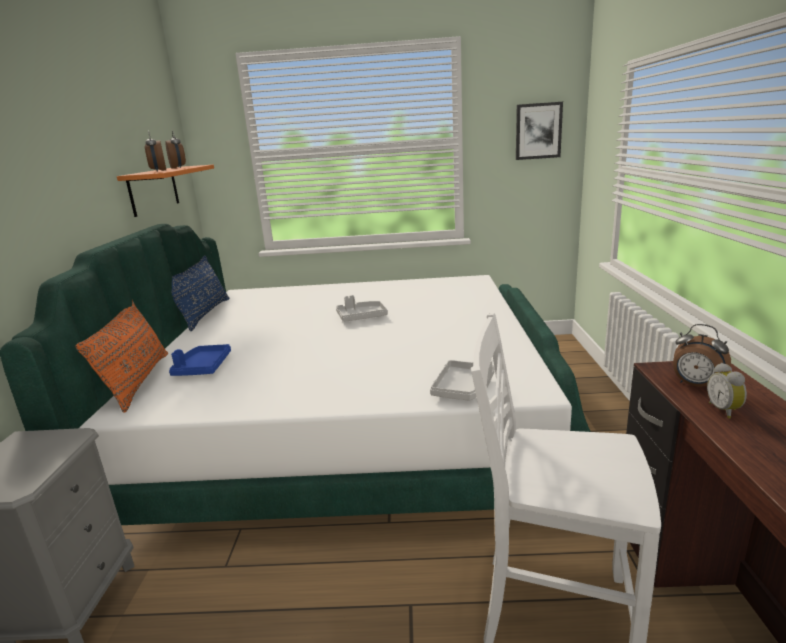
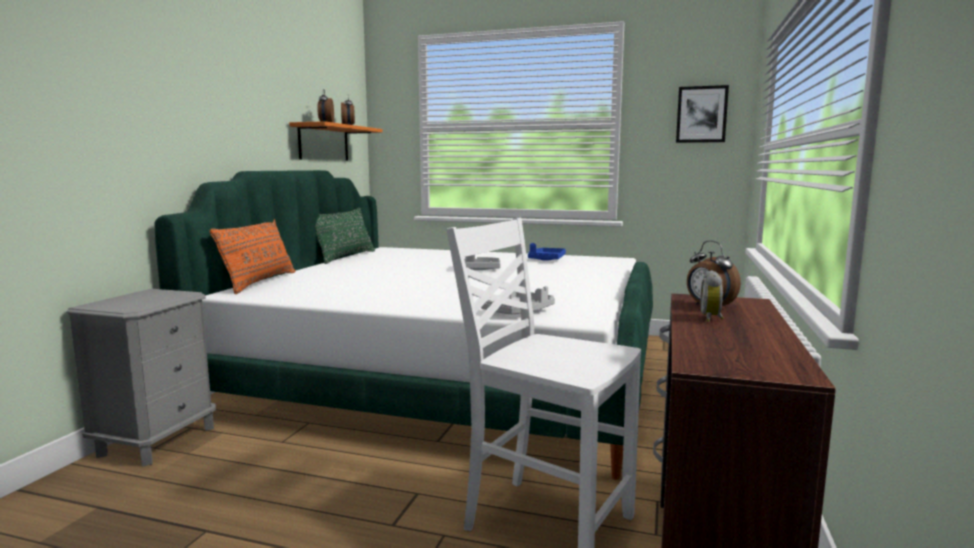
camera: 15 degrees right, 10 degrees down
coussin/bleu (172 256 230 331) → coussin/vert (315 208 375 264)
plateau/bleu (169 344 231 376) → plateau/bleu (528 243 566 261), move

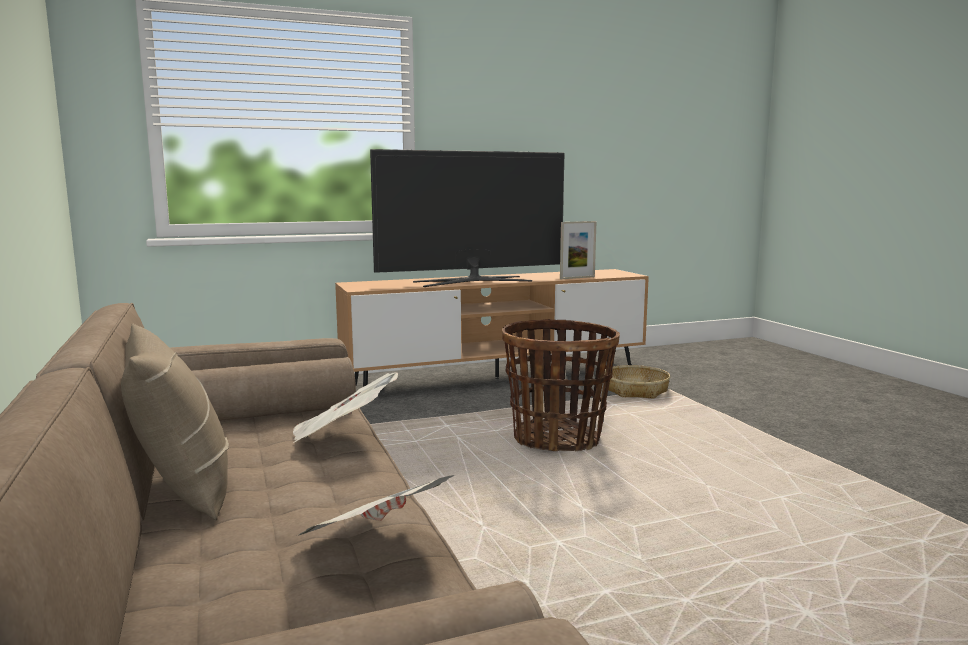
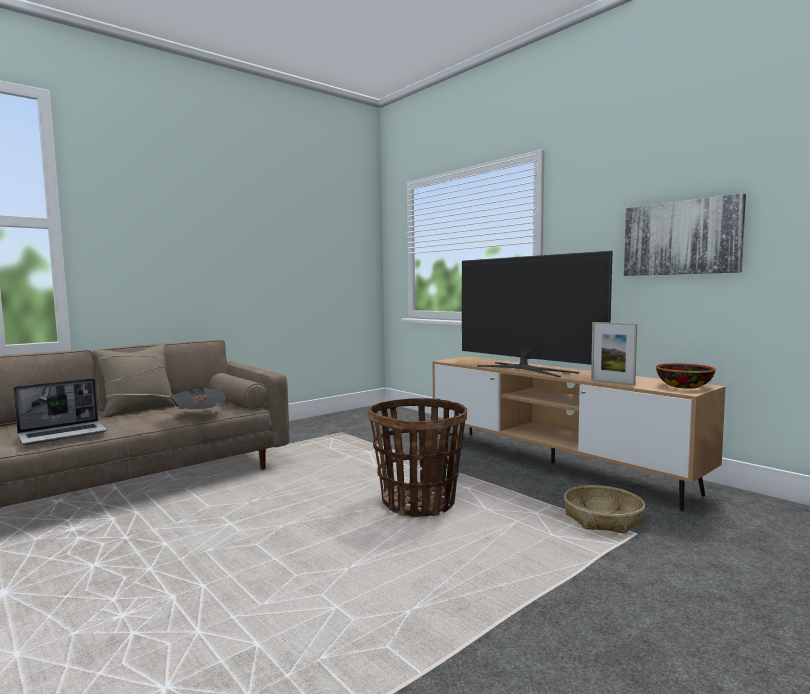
camera: 70 degrees right, 5 degrees down
journal (298 475 454 536) → ordinateur portable (13 378 107 445)
- → tableau (624 193 746 276)
- → bol (656 363 716 389)

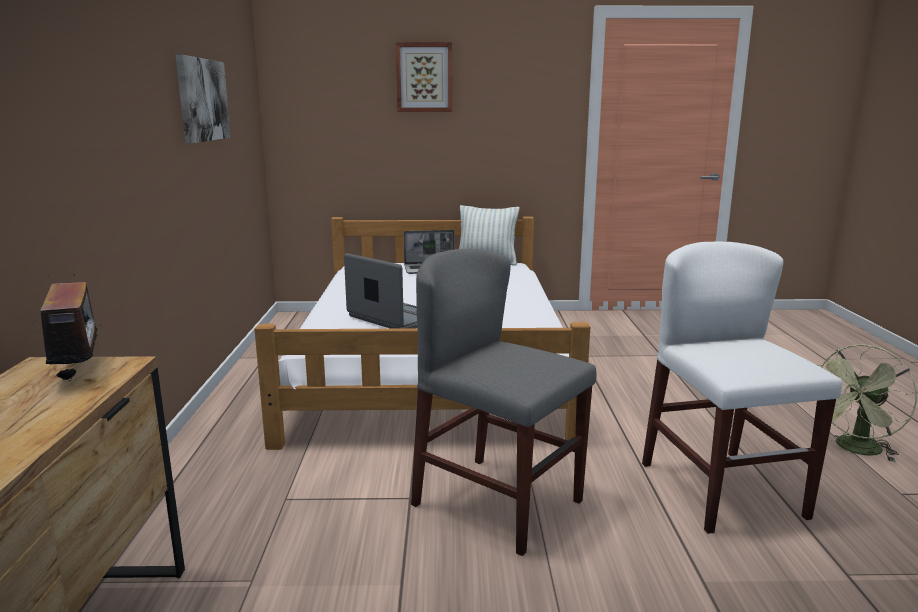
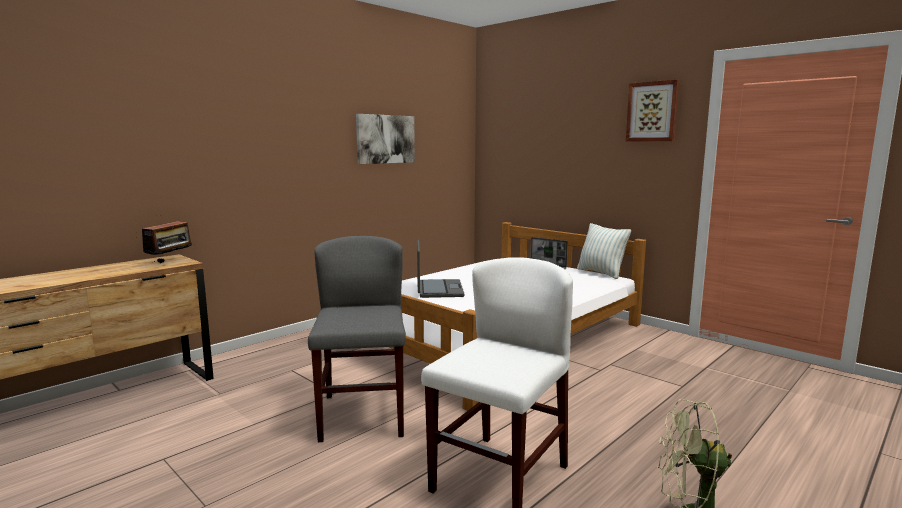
camera: 45 degrees right, 5 degrees down
tableau (396 42 452 112) → tableau (626 80 679 141), move

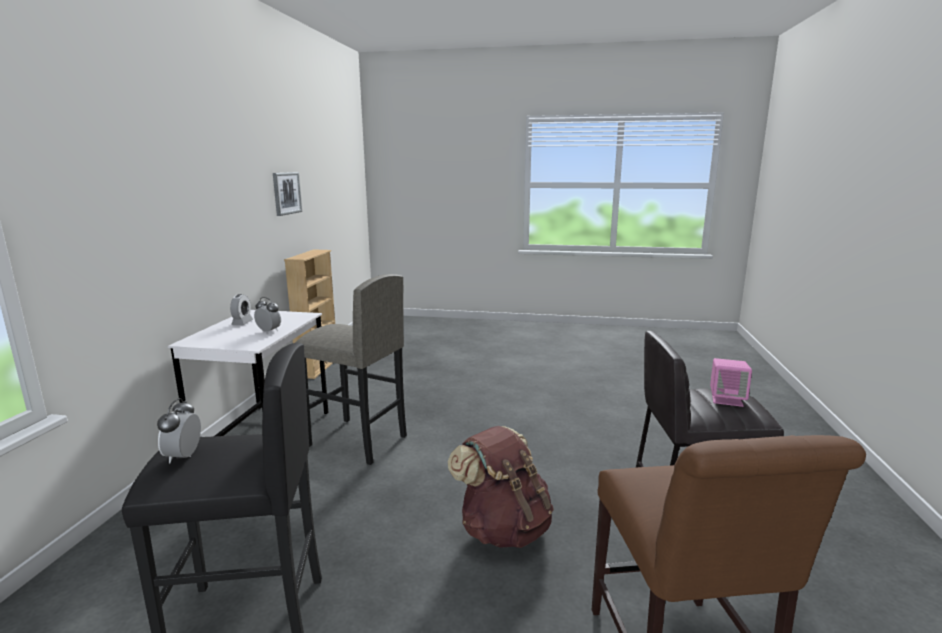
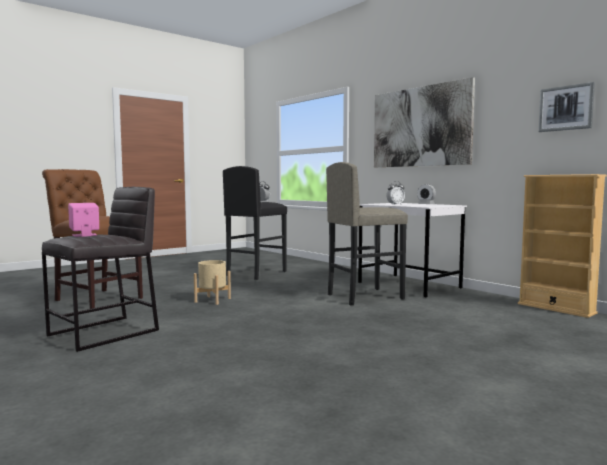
camera: 130 degrees right, 10 degrees down
sac à dos/marron (448 426 554 548) → cache-pot/beige (194 260 231 305)
- → tableau (374 77 475 167)

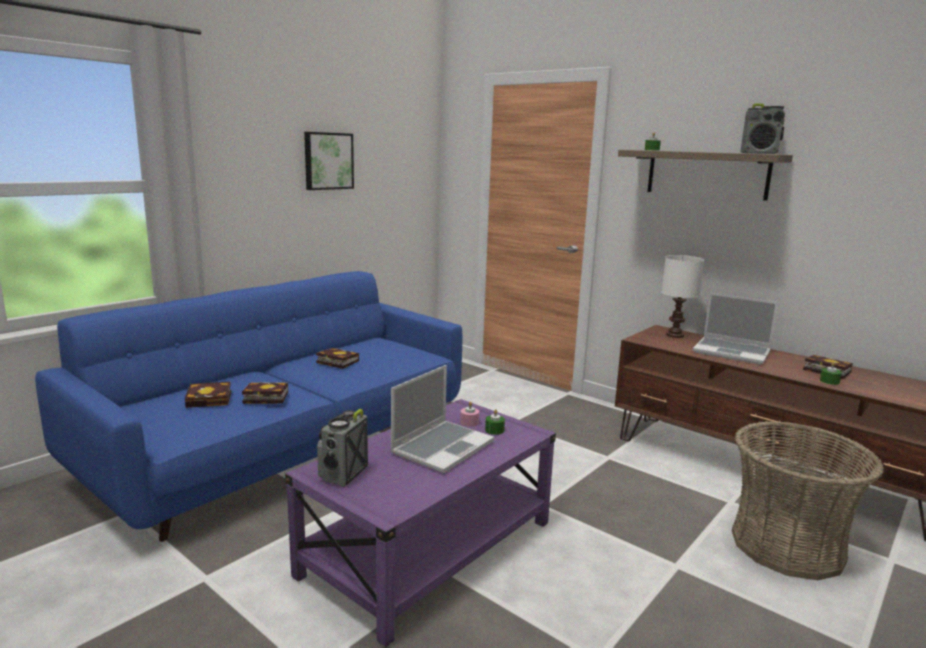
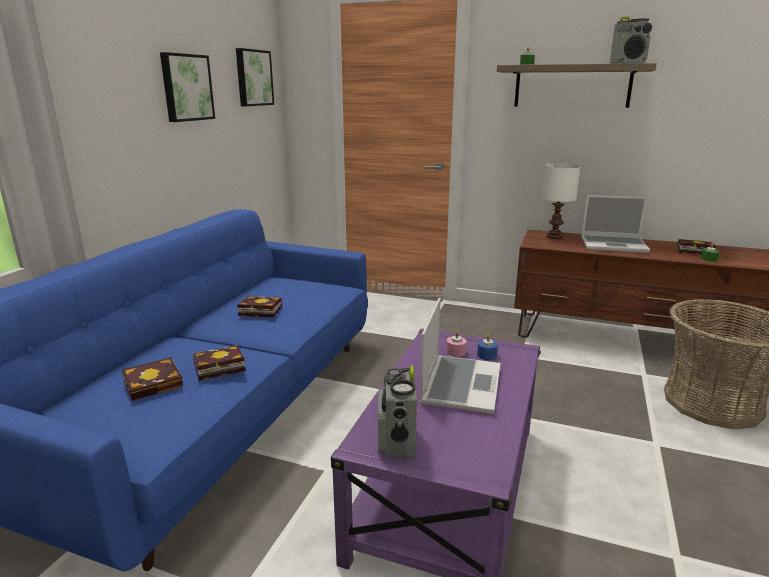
camera: 20 degrees left, 5 degrees up
- → tableau (236 48 274 106)
bougie/vert (485 409 505 435) → bougie/bleu (477 334 498 360)

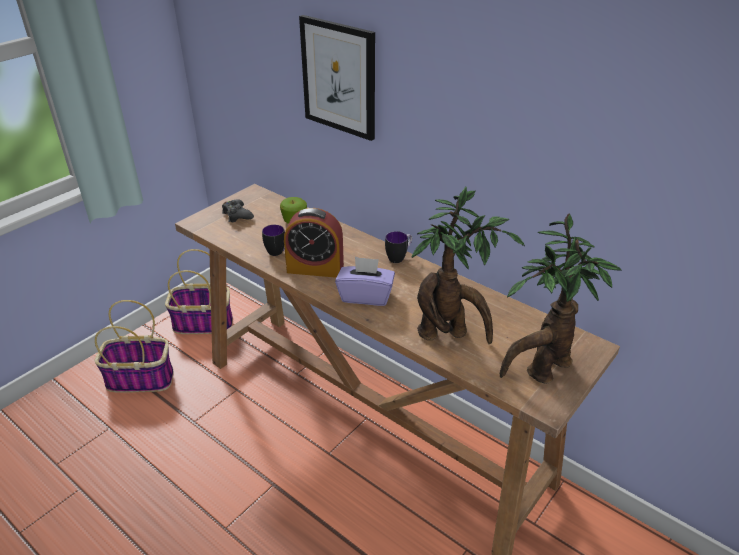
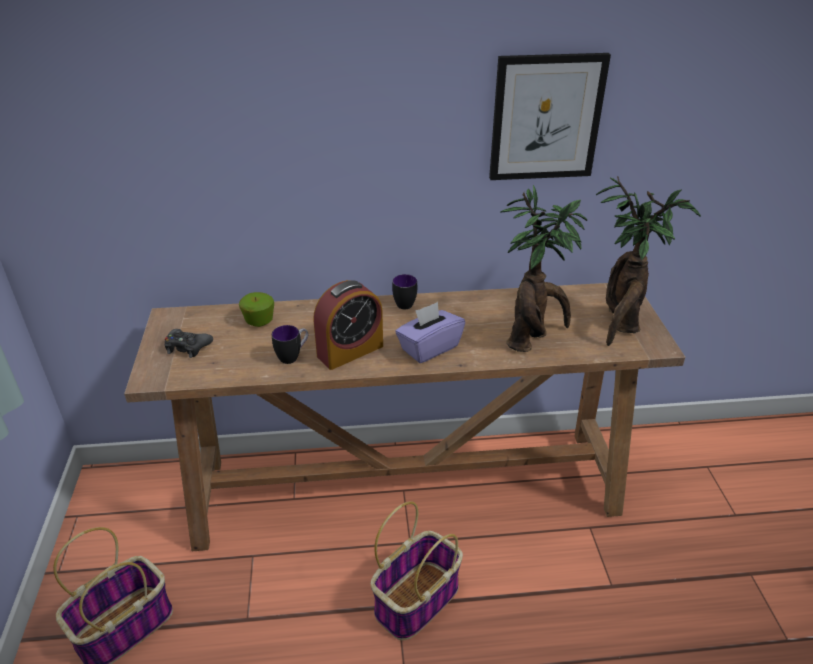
camera: 45 degrees left, 0 degrees up
panier (165 249 233 334) → panier (370 501 463 640), move
tableau (299 15 375 141) → tableau (489 53 611 180), move

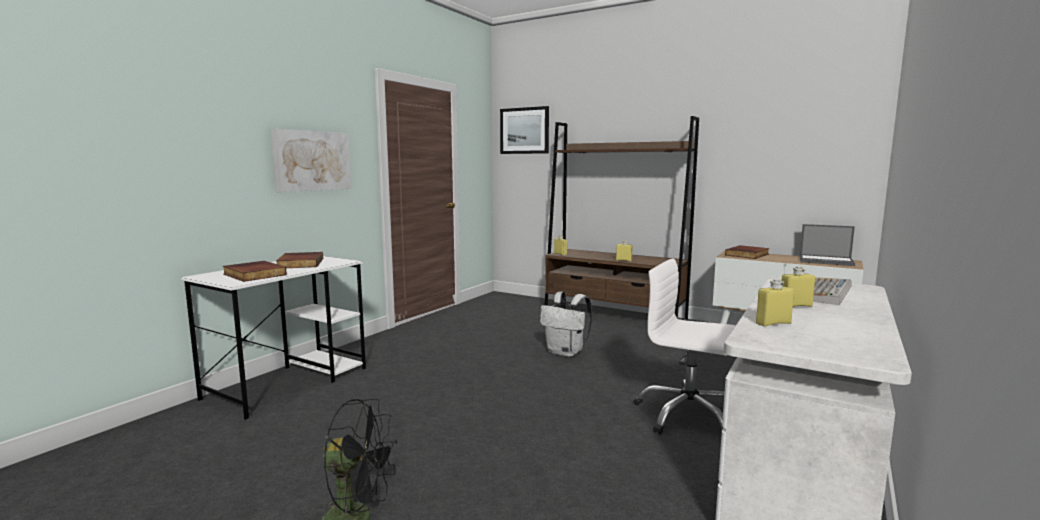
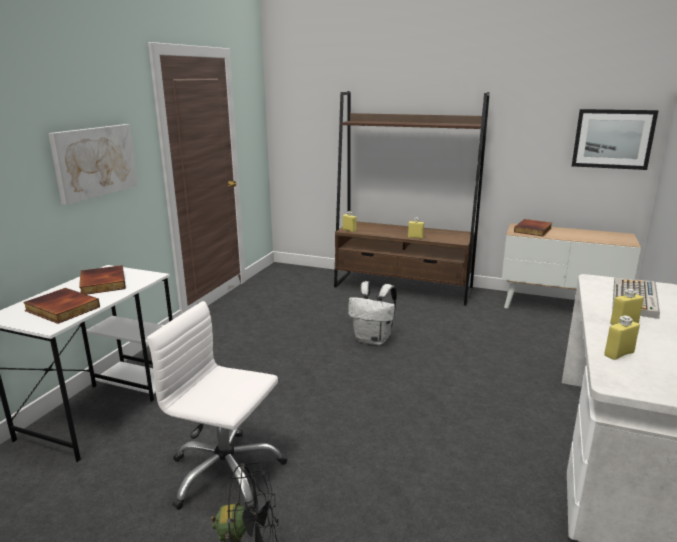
camera: 10 degrees left, 10 degrees up
chaise de bureau/blanc (634 259 736 435) → chaise de bureau/blanc (147 301 288 511), move
tableau (500 106 549 154) → tableau (572 109 658 170), move
ordinateur portable (800 224 855 266) → -

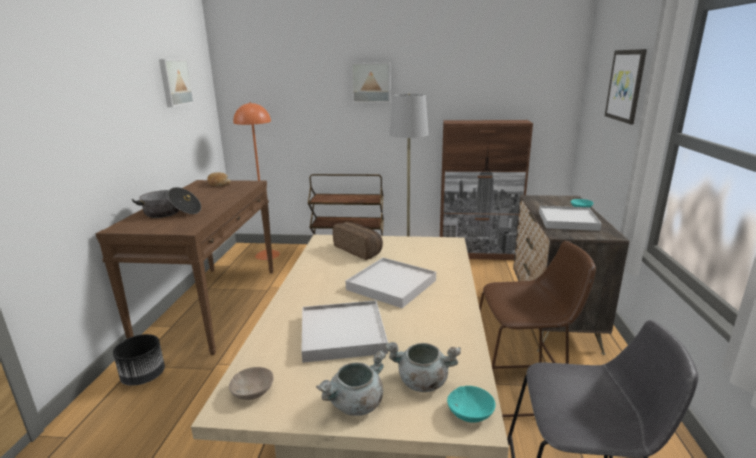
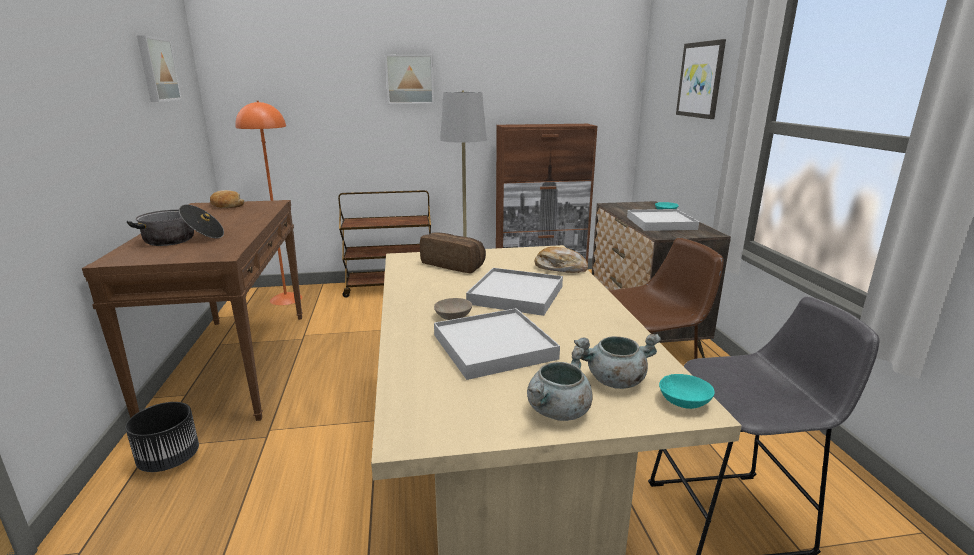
camera: 15 degrees left, 0 degrees up
bol/beige (229 367 274 400) → bol/beige (434 298 472 320), move
- → pain (535 247 588 273)

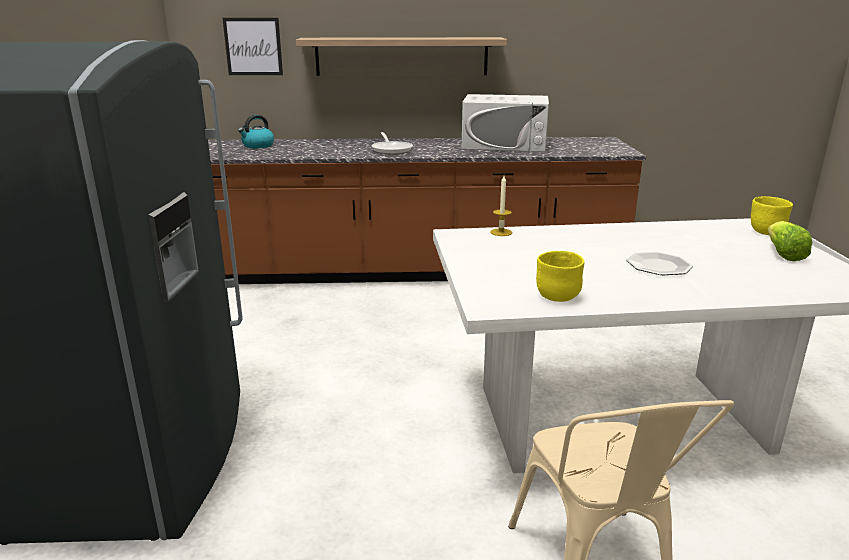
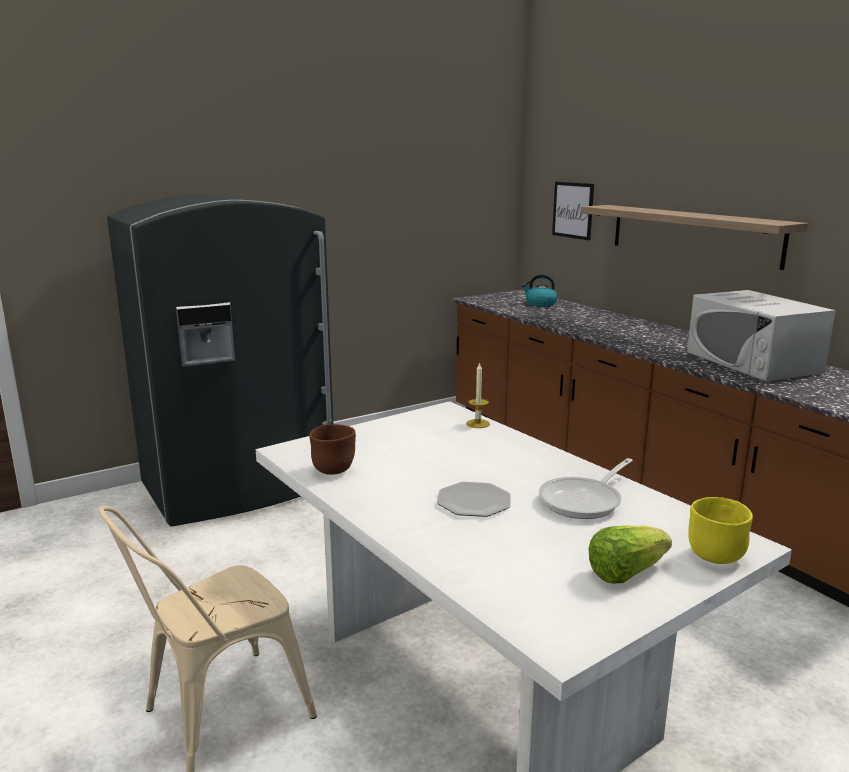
camera: 60 degrees right, 5 degrees down
bol/jaune (536 251 584 302) → bol/marron (309 424 356 475)
poêle (372 132 413 154) → poêle (539 458 633 519), move

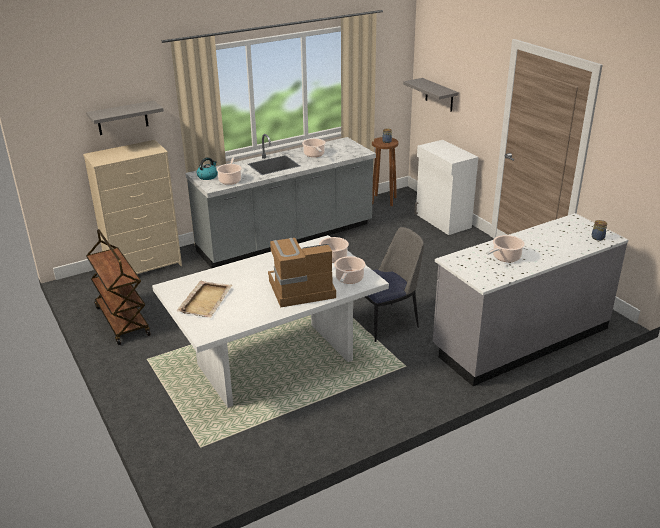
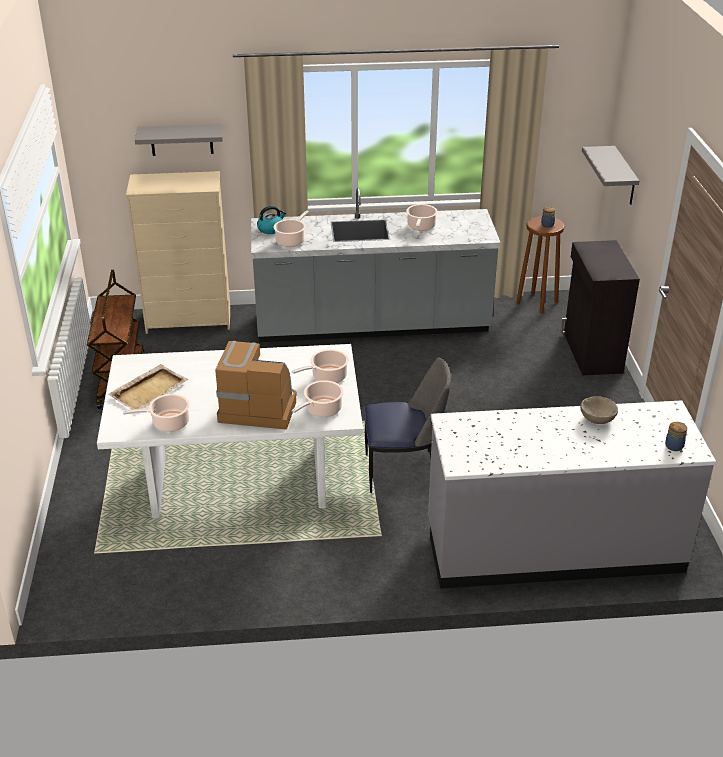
camera: 25 degrees right, 5 degrees up
marmite (486 235 525 262) → marmite (123 394 190 432), move
meuble de rangement/blanc (415 140 478 235) → meuble de rangement/noir (560 240 640 376)
- → bol/beige (580 396 618 424)

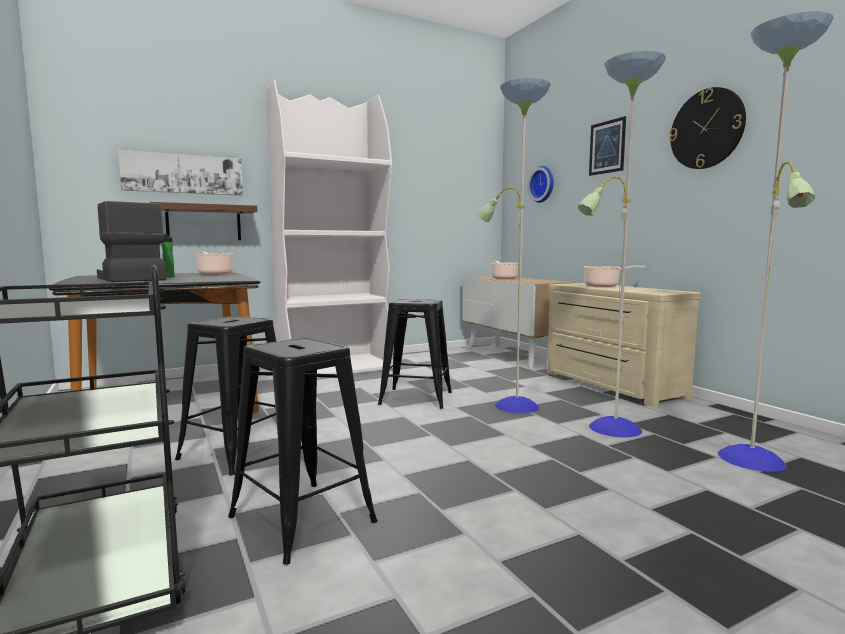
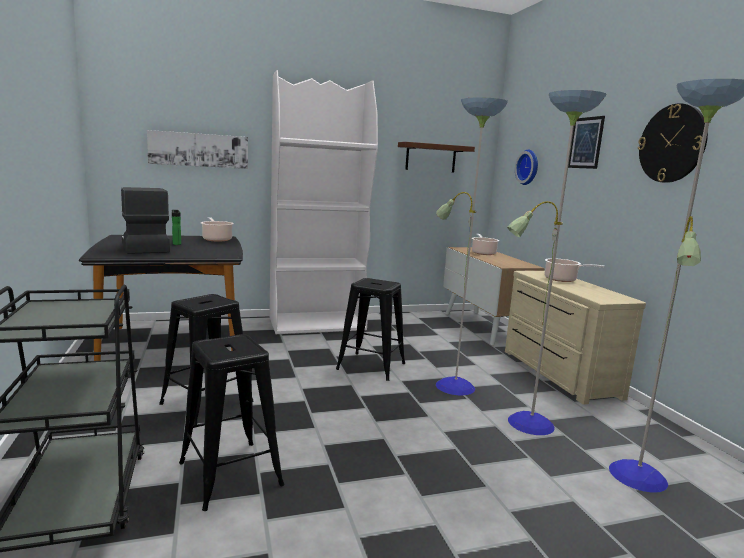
camera: 10 degrees right, 5 degrees up
étagère/marron (150 202 257 240) → étagère/marron (398 142 475 172), move

